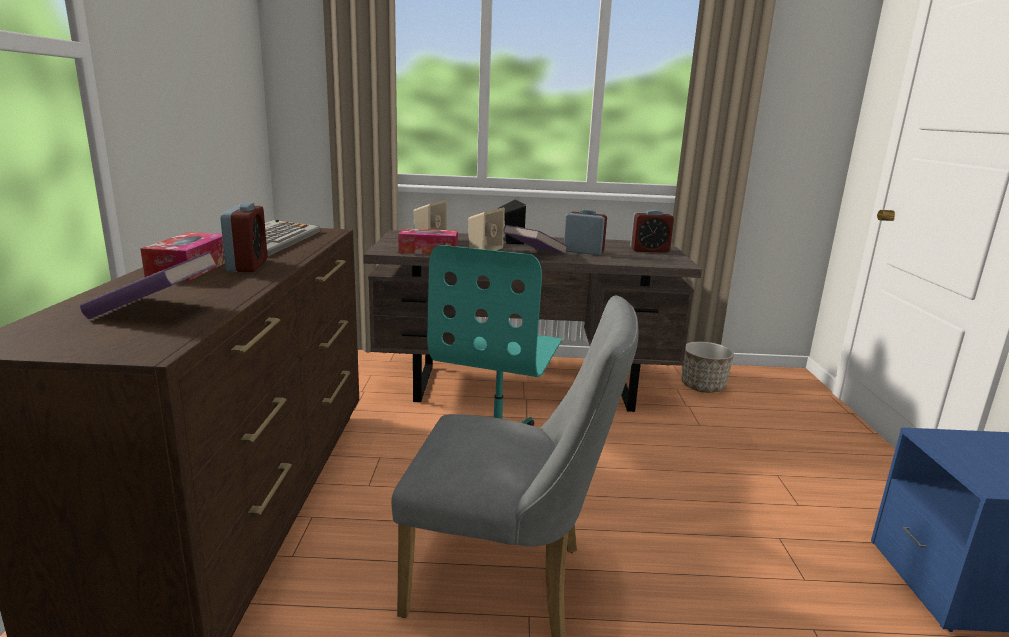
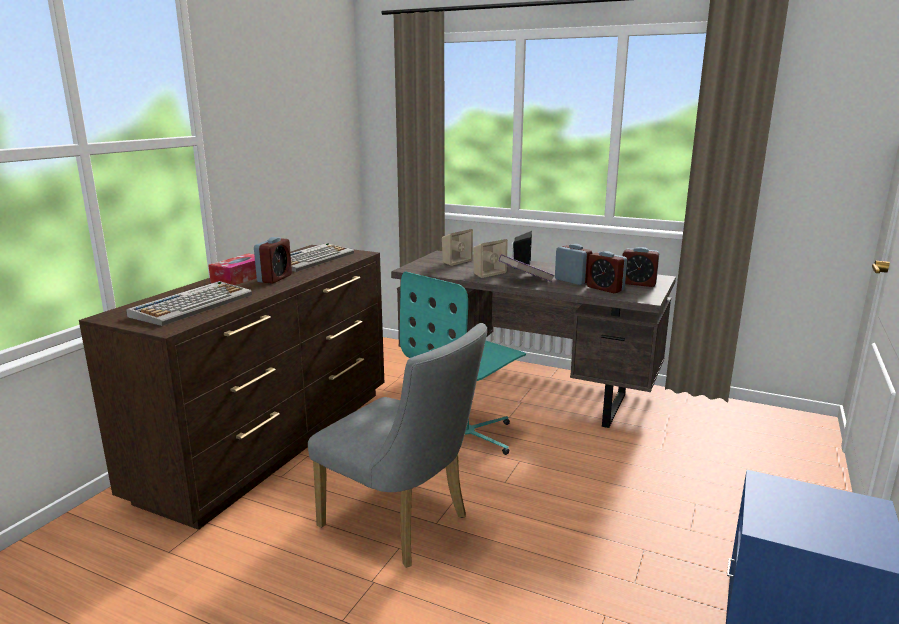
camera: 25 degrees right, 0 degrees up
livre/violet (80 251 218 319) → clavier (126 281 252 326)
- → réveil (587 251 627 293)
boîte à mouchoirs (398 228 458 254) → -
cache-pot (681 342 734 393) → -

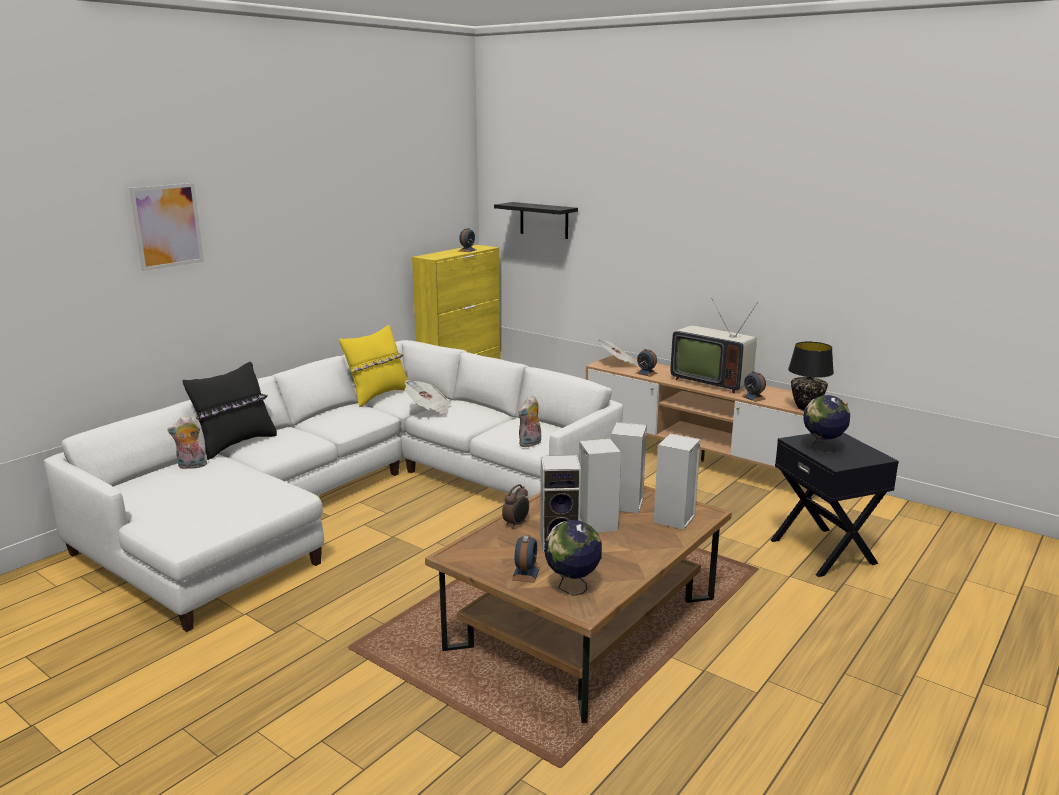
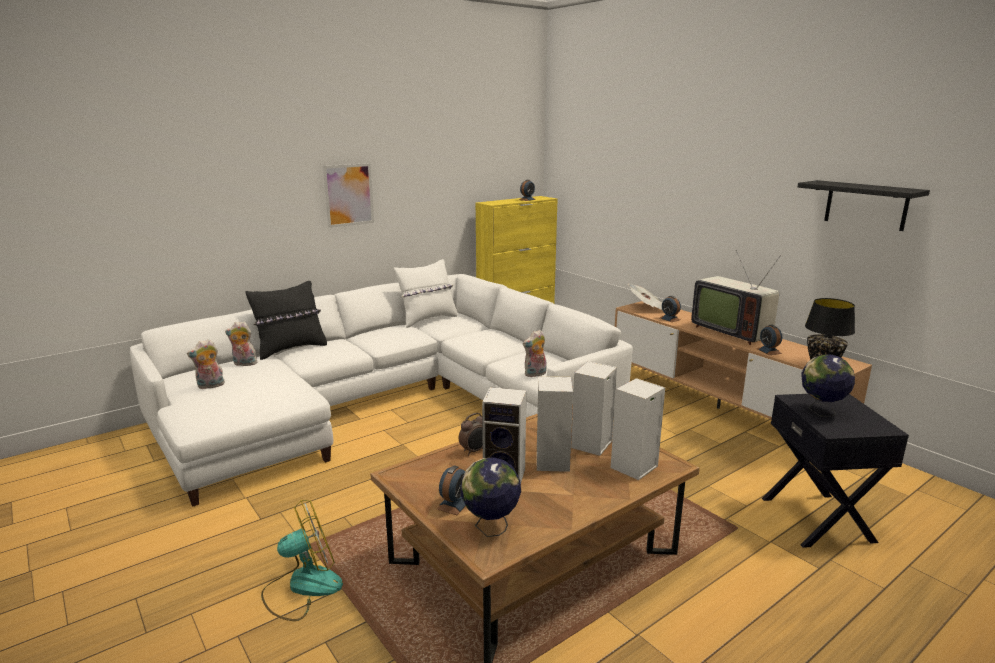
camera: 15 degrees right, 0 degrees up
- → peluche (187 339 225 389)
- → ventilateur (261 500 343 621)
tableau (129 183 204 271) → tableau (323 163 374 228), move
coussin/jaune (339 325 408 407) → coussin/blanc (394 259 458 328)
étagère/noir (494 202 578 239) → étagère/noir (798 180 930 231), move
journal (405 380 451 414) → -

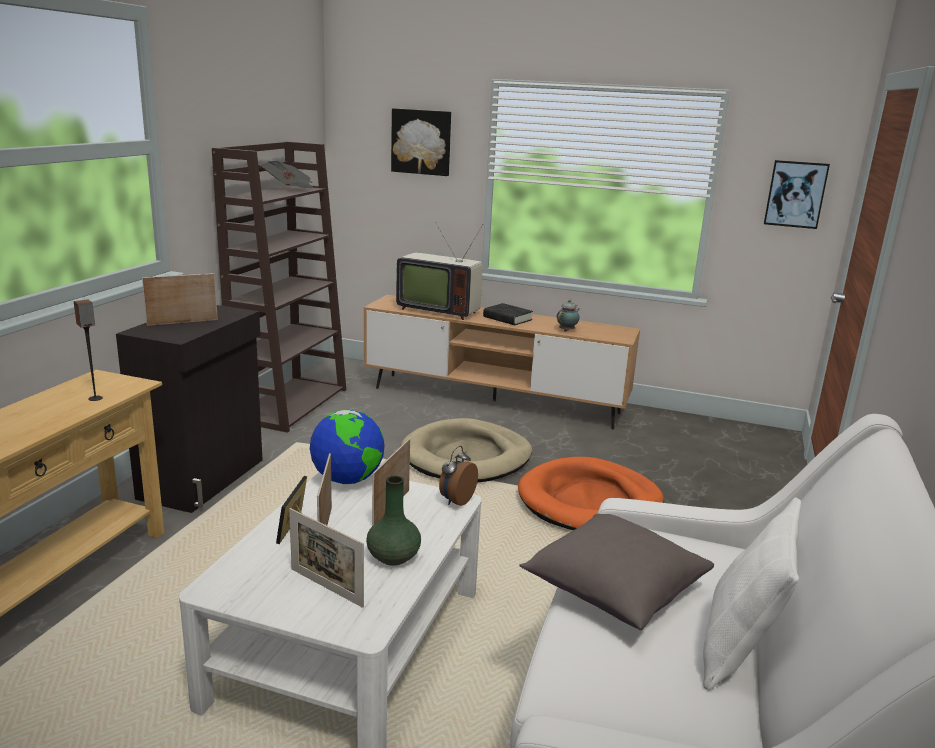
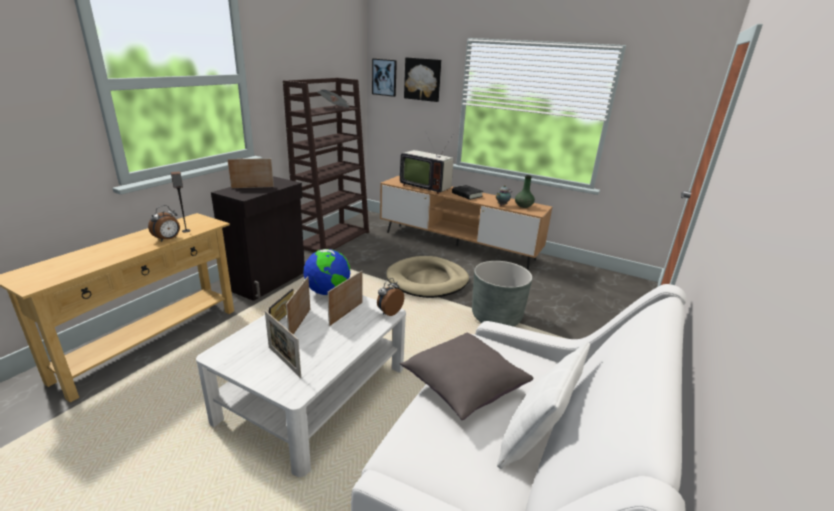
camera: 10 degrees right, 5 degrees up
- → réveil (148 205 180 242)
tableau (764 160 830 229) → tableau (372 58 397 97), move
panier pour chien/orange (518 457 664 530) → cache-pot/gris (472 261 532 327)
vase/vert (366 476 421 566) → vase/vert (515 175 535 208), move

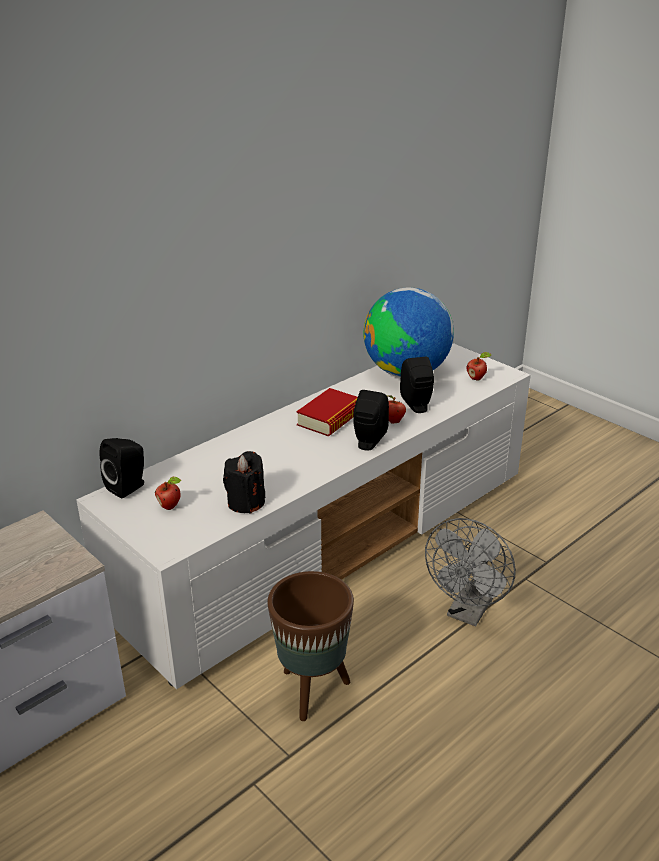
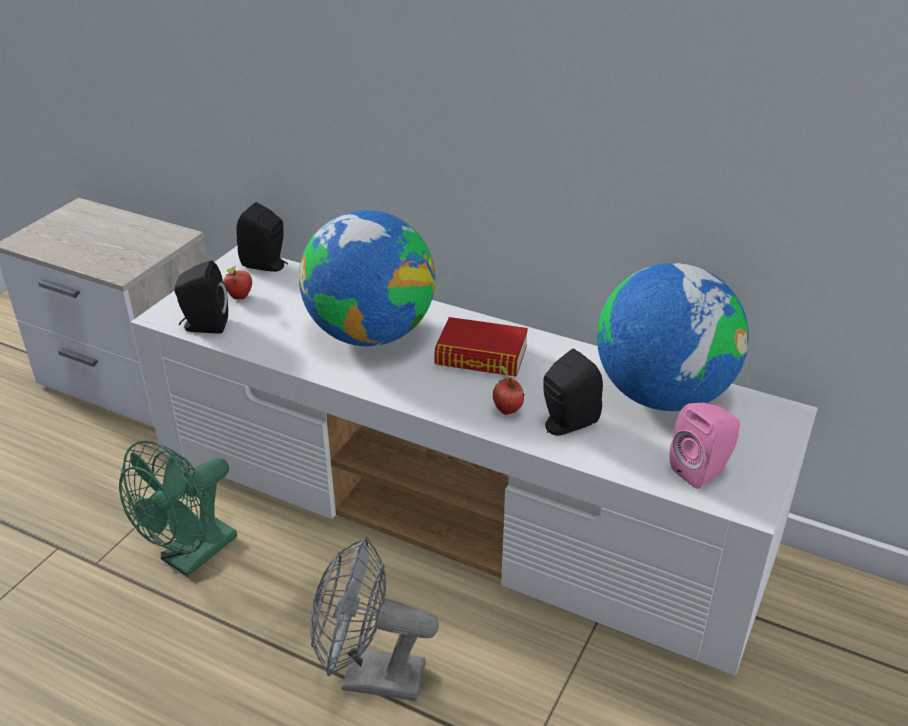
camera: 70 degrees right, 5 degrees up
cache-pot/marron (268 571 354 721) → ventilateur/vert (119 440 237 577)
enceinte/noir (353 390 389 451) → enceinte/noir (175 260 228 334), move
- → globe (299 210 435 346)
pomme (467 352 492 380) → enceinte/rose (670 403 740 489)
bougie/noir (223 451 265 514) → -

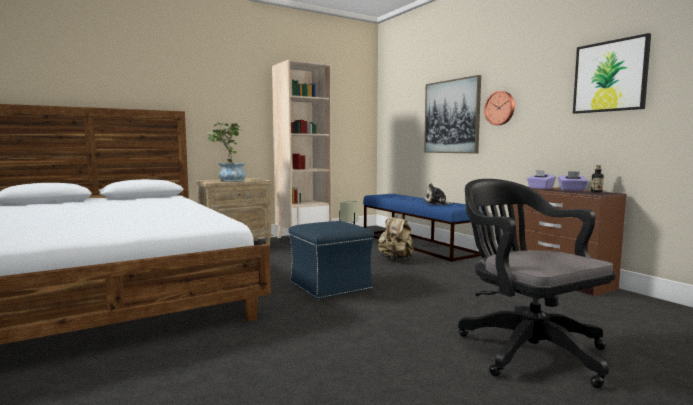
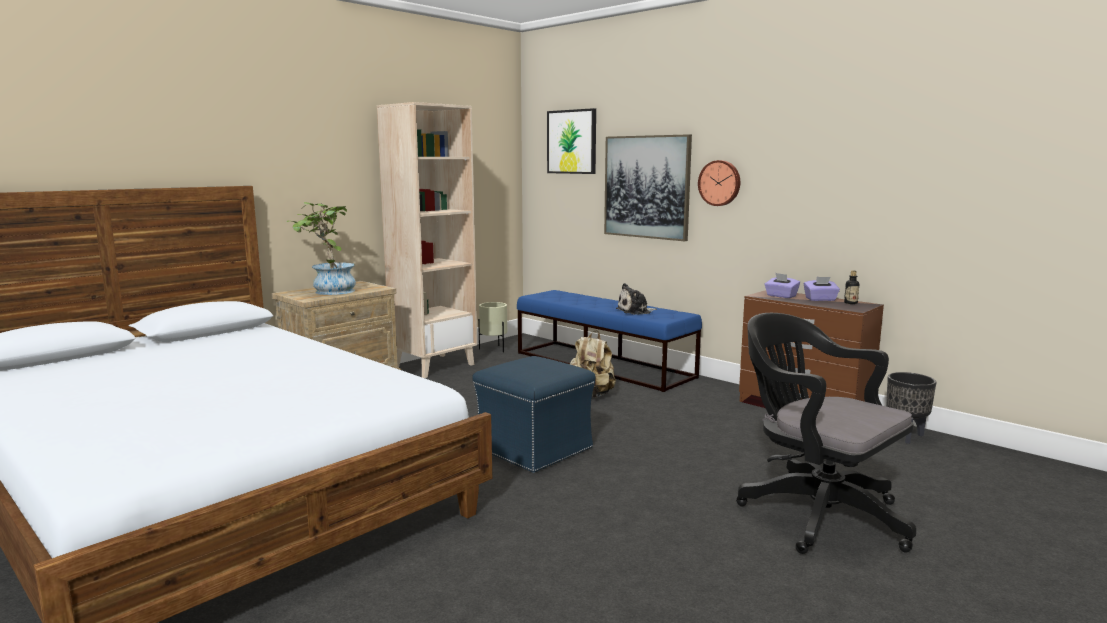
camera: 15 degrees left, 5 degrees up
tableau (573 33 651 114) → tableau (547 108 596 174), move
- → cache-pot/noir (886 372 936 444)

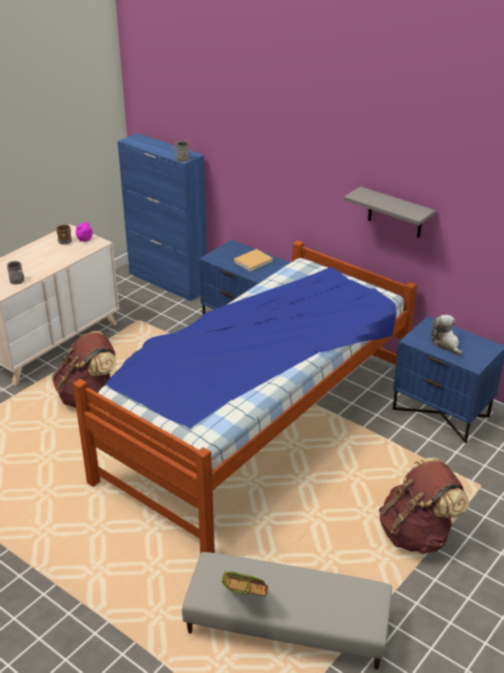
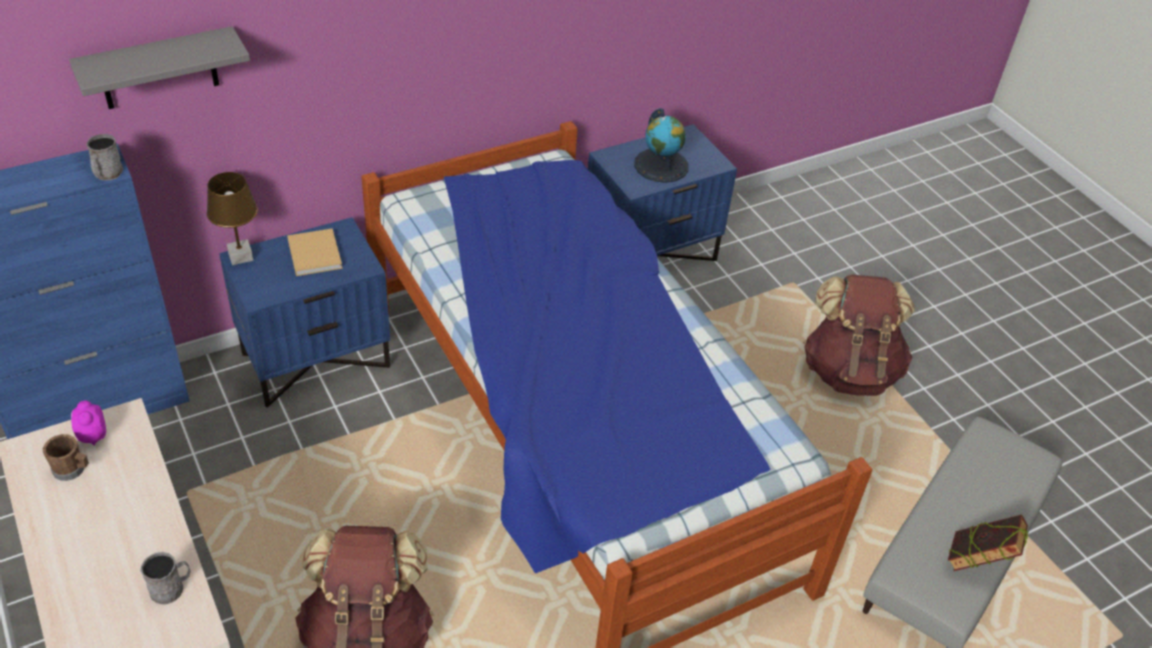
camera: 70 degrees left, 10 degrees up
étagère/gris (344 186 435 238) → étagère/gris (69 26 250 109), move
- → lampe de table/marron (207 172 258 265)
peluche (431 315 462 356) → globe (634 108 689 183)

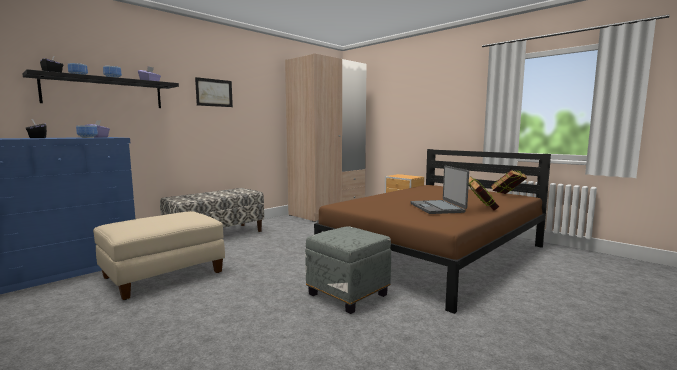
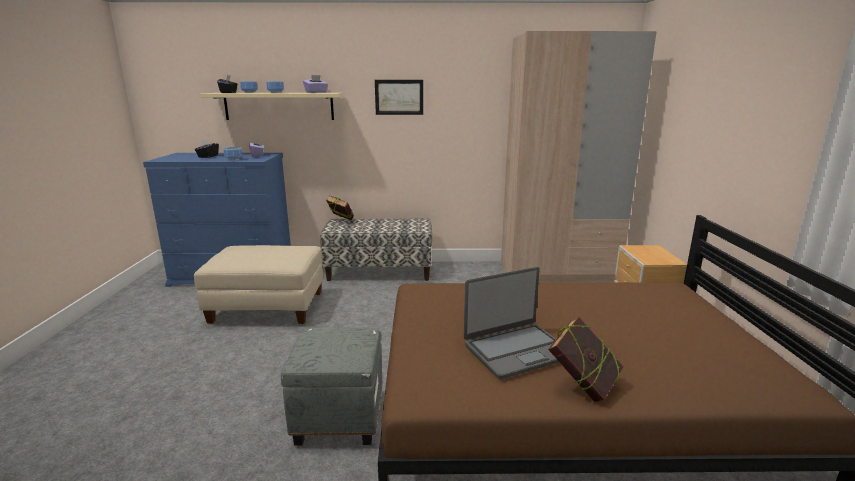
camera: 45 degrees right, 10 degrees up
étagère/noir (22 69 179 108) → étagère/beige (200 93 342 120)
livre (490 170 527 194) → livre (326 196 354 220), move
ordinateur portable (410 165 469 214) → ordinateur portable (464 267 559 379), 150 degrees counterclockwise

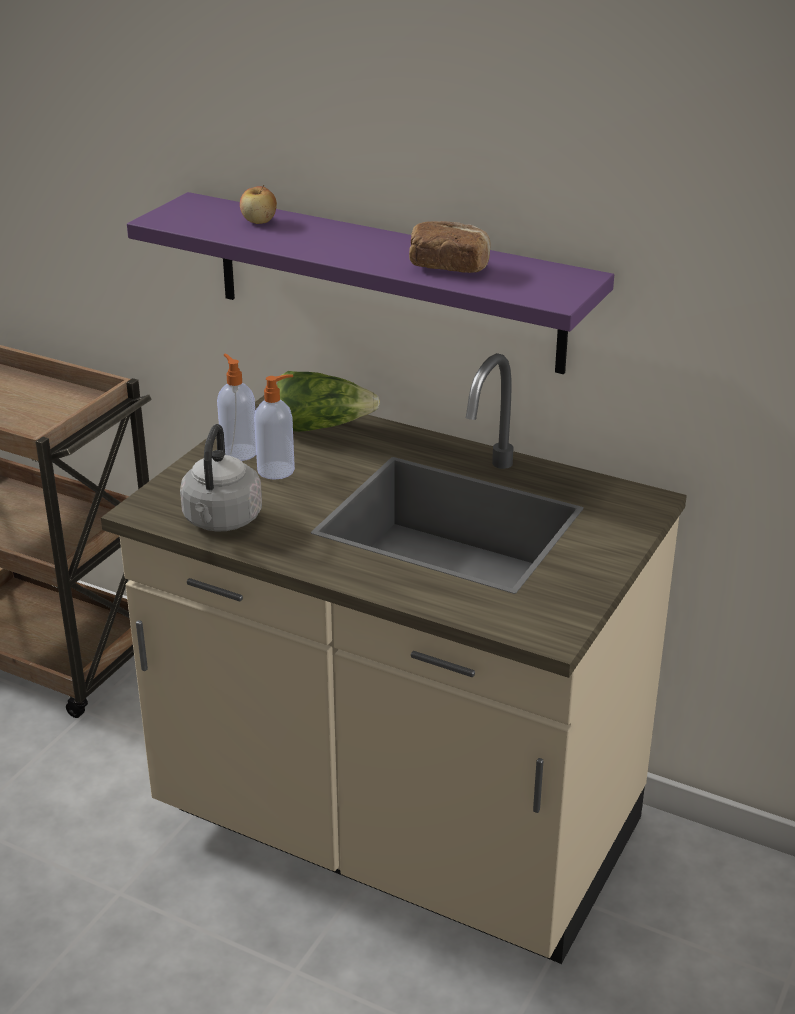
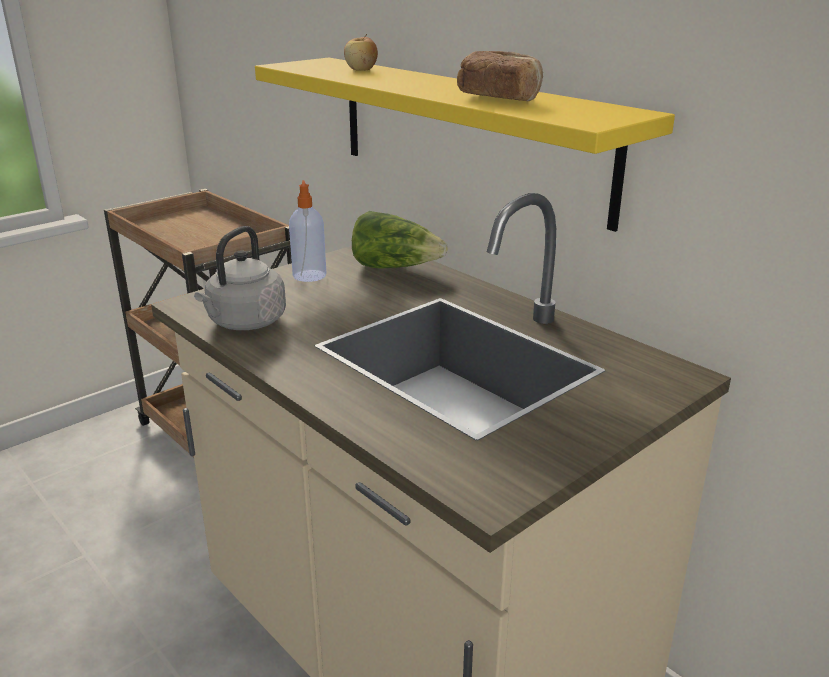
camera: 20 degrees right, 5 degrees down
étagère/violet (127 192 614 374) → étagère/jaune (255 58 675 232)
distributeur de savon (254 374 295 480) → -

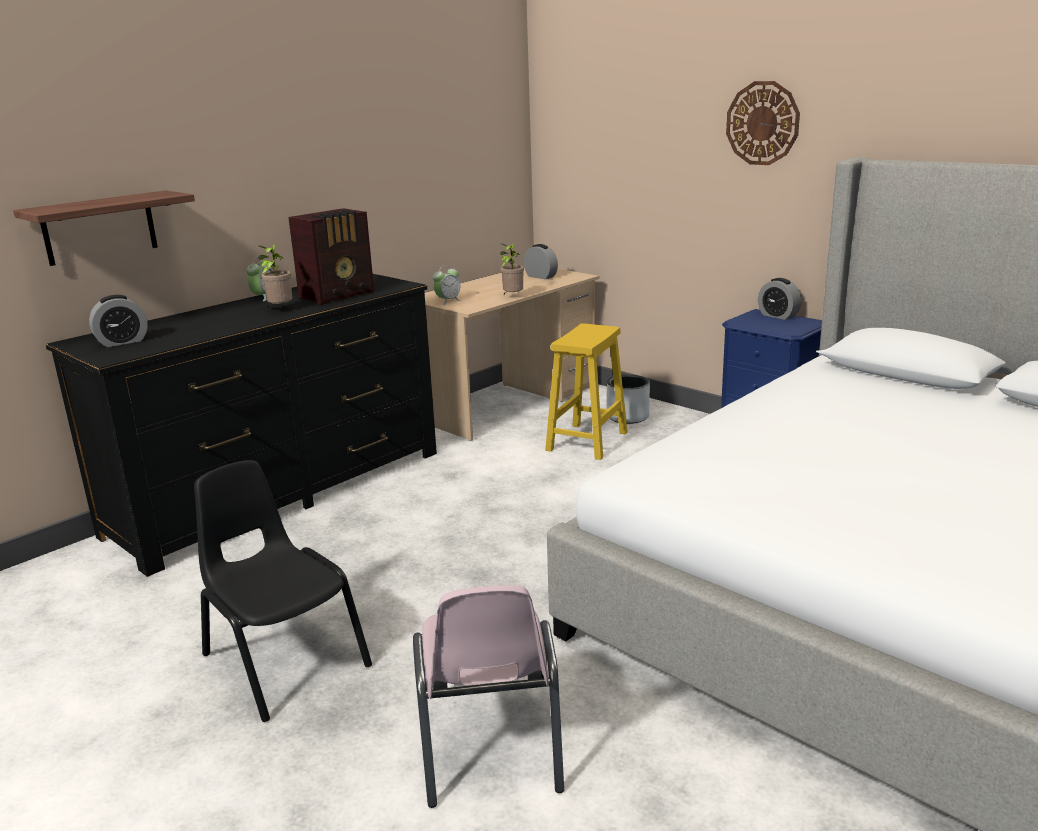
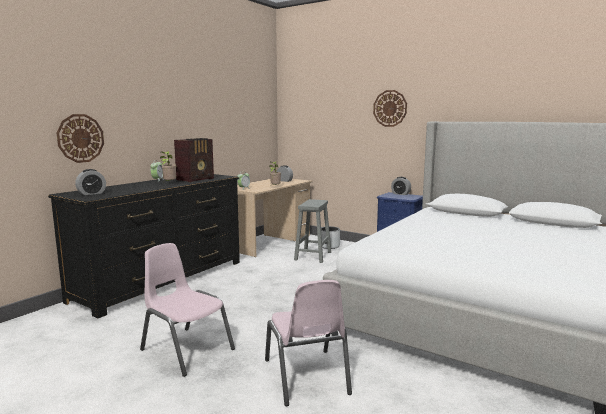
camera: 10 degrees left, 10 degrees down
étagère (13 190 195 266) → horloge murale (57 114 104 163)
chaise/noir (194 460 372 722) → chaise/rose (140 243 235 377)
tabouret/jaune (545 323 628 460) → tabouret/gris (294 199 331 263)

